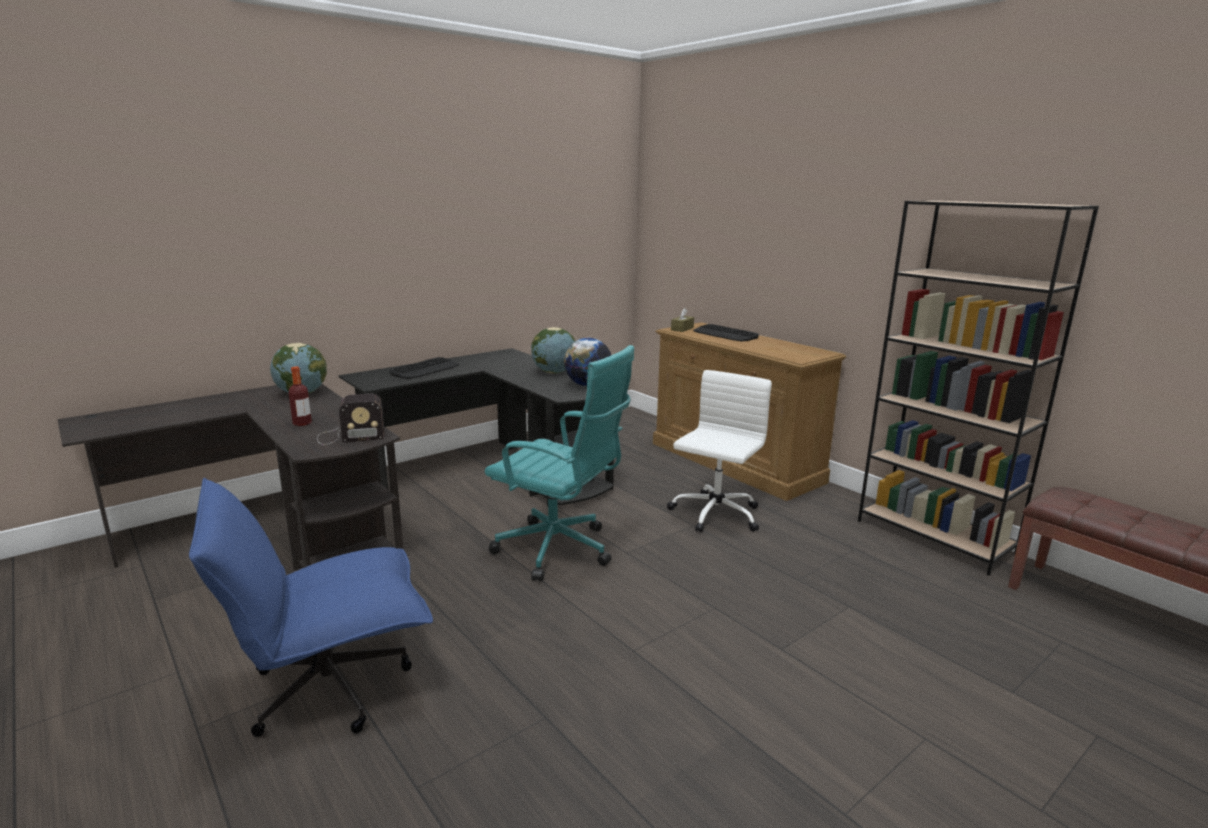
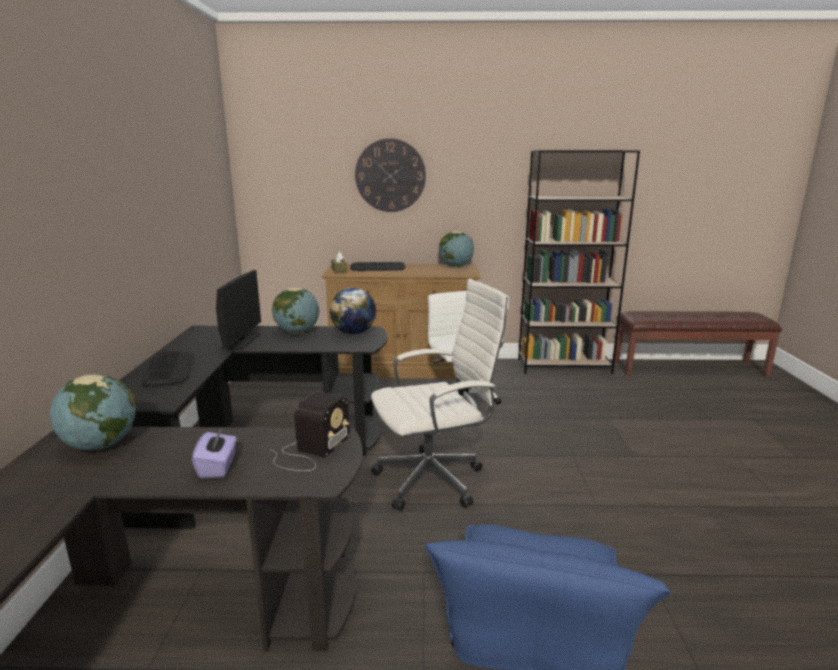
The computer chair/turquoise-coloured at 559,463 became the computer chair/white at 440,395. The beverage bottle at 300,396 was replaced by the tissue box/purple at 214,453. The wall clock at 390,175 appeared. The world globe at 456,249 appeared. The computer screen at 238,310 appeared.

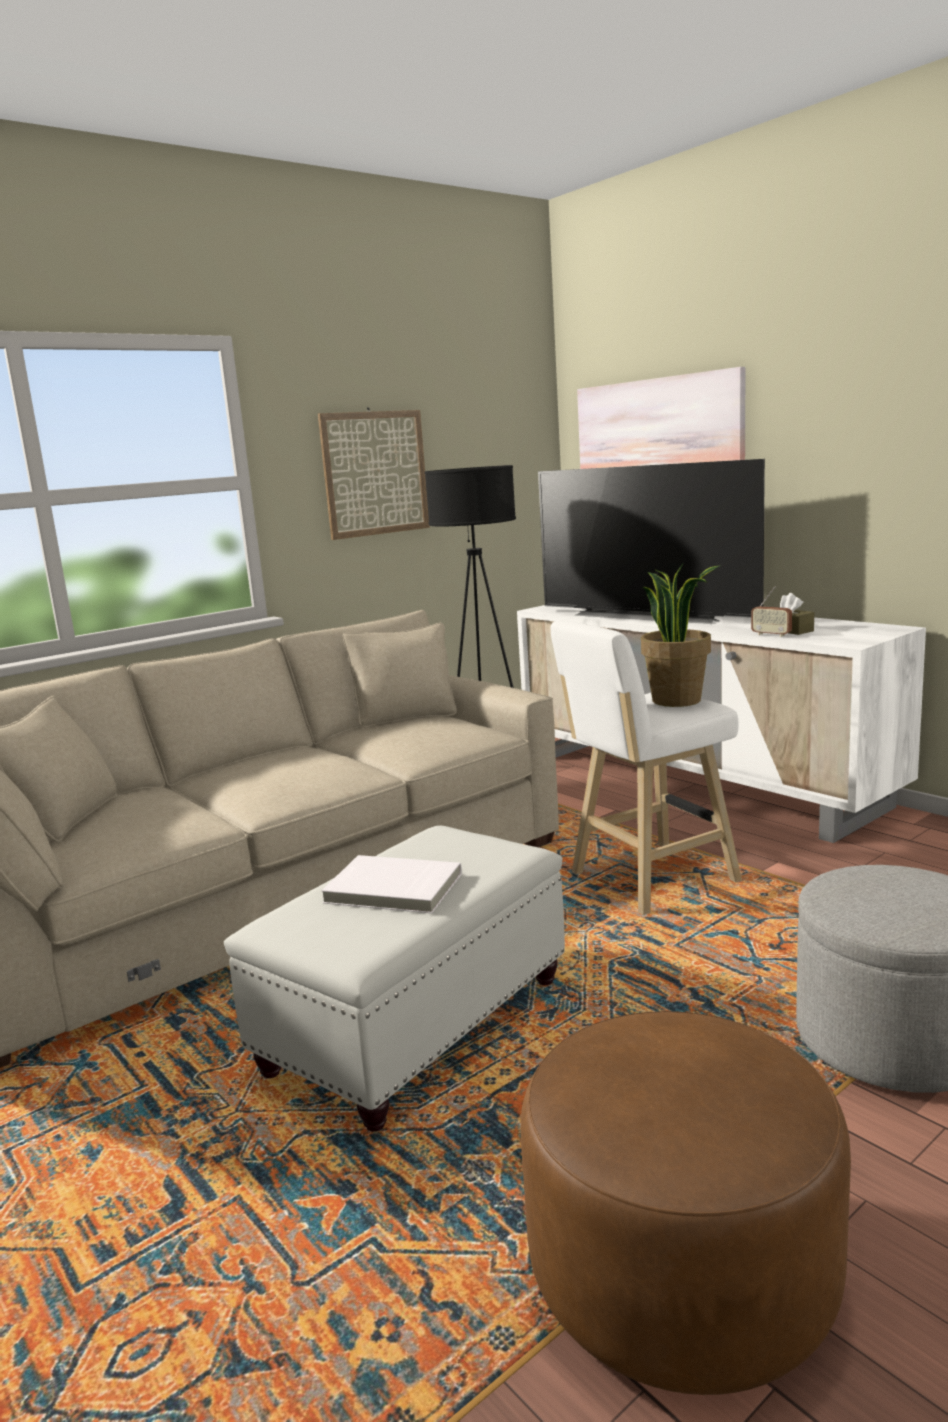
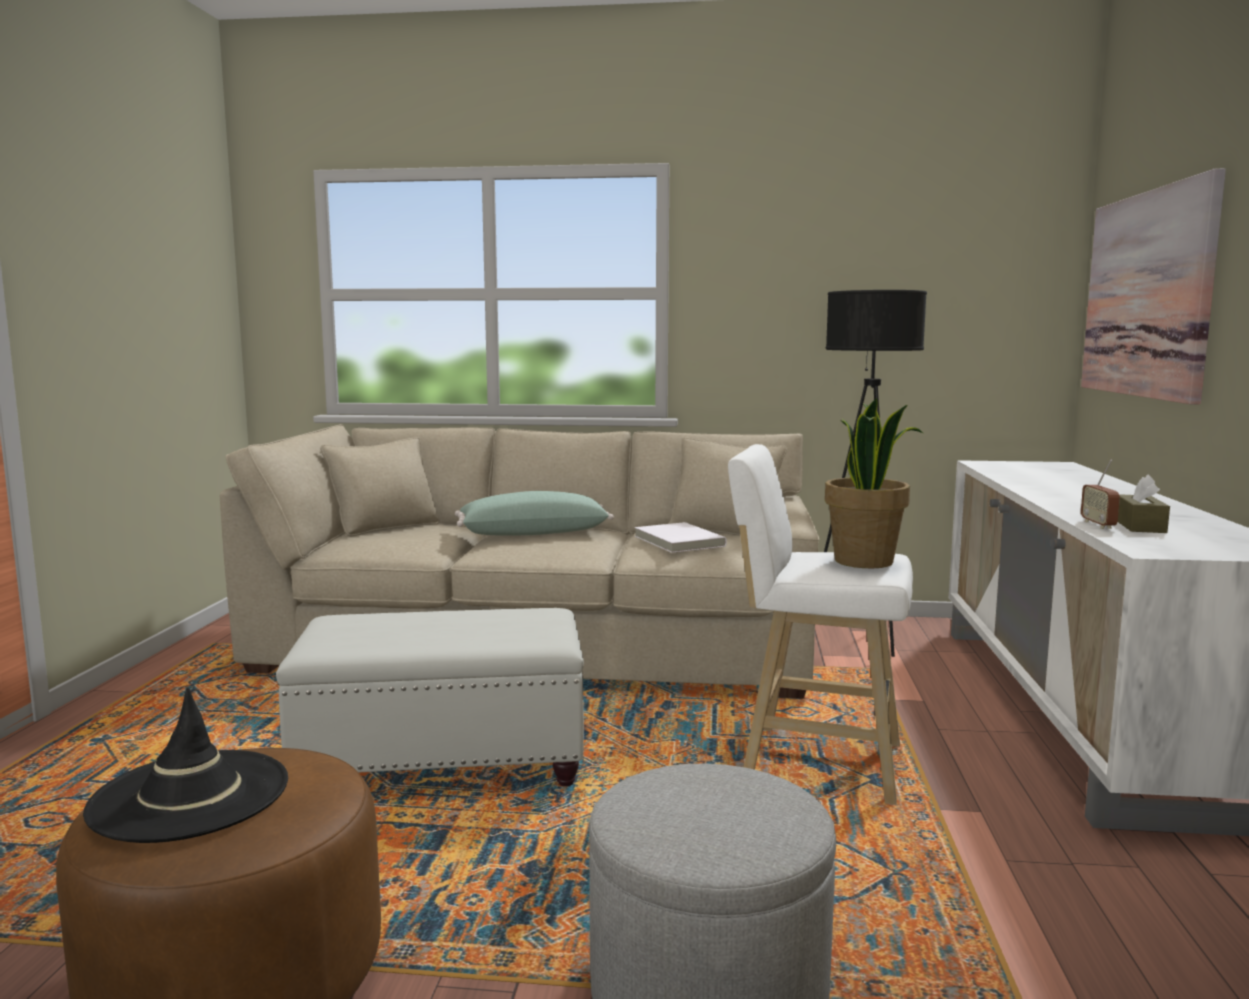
The wall art at 374,473 disappeared. The TV set at 651,541 disappeared. The bound book/white moved from 391,884 to 681,537. The cushion/green at 534,513 appeared. The clothing hat/blackish at 185,765 appeared.

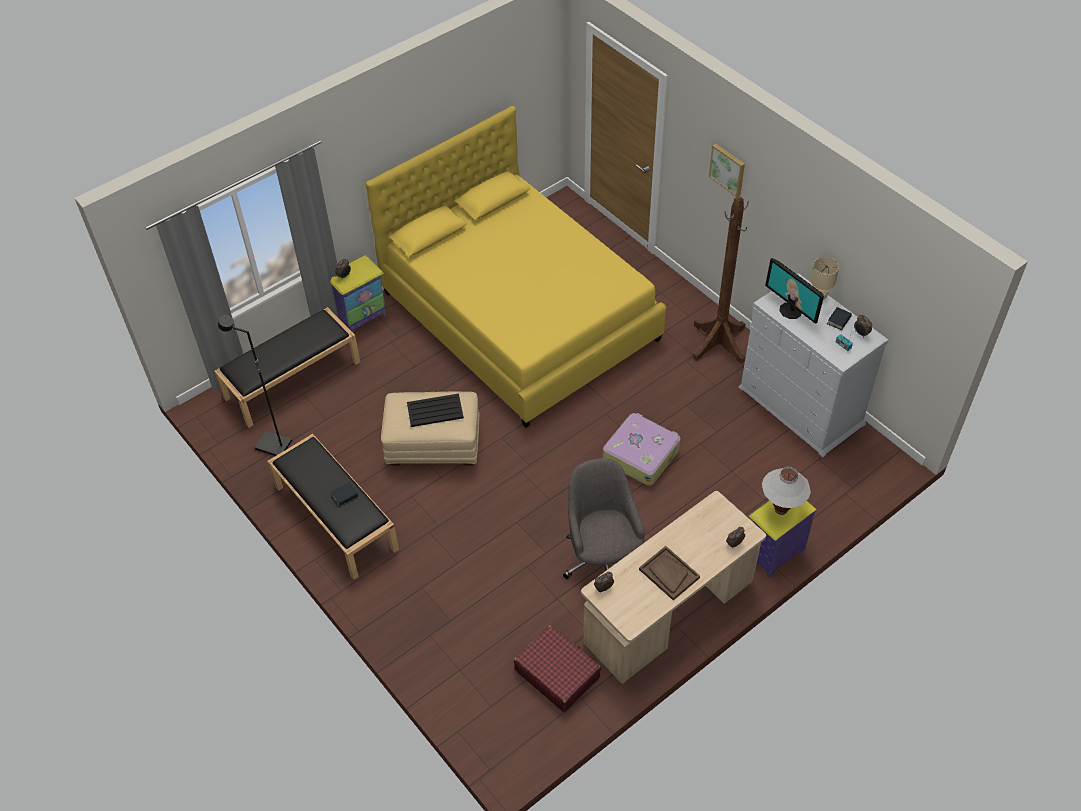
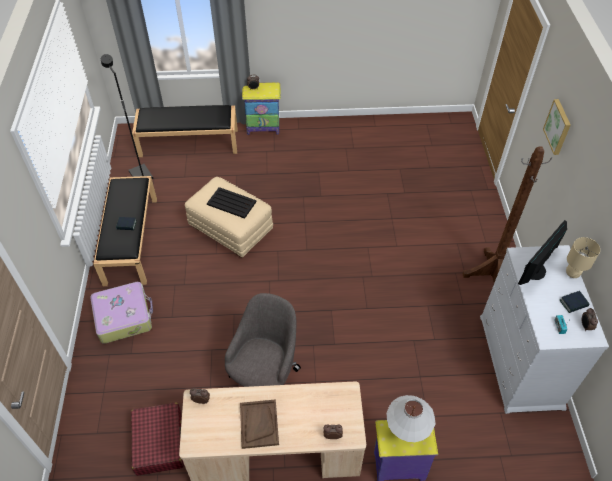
The bedroom bed/yellow at 516,267 disappeared. The computer screen at 794,291 turned 45 degrees clockwise. The travel case moved from 642,449 to 121,313.

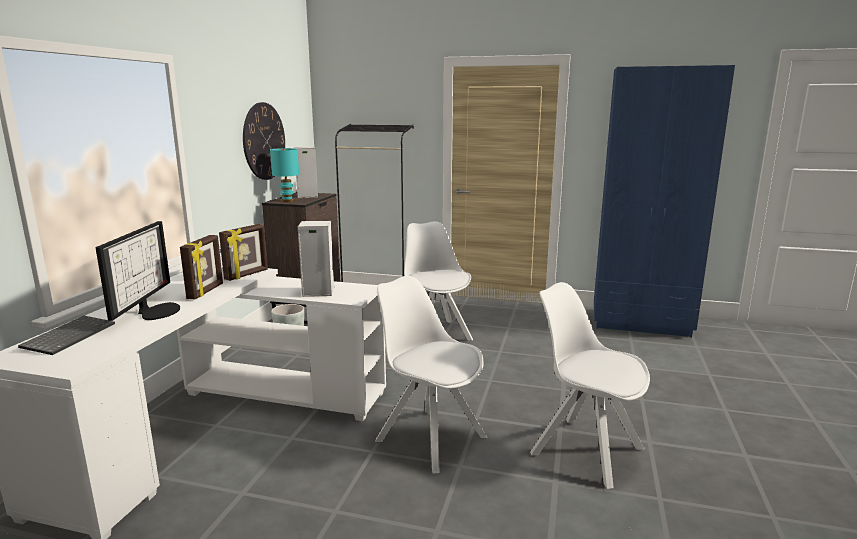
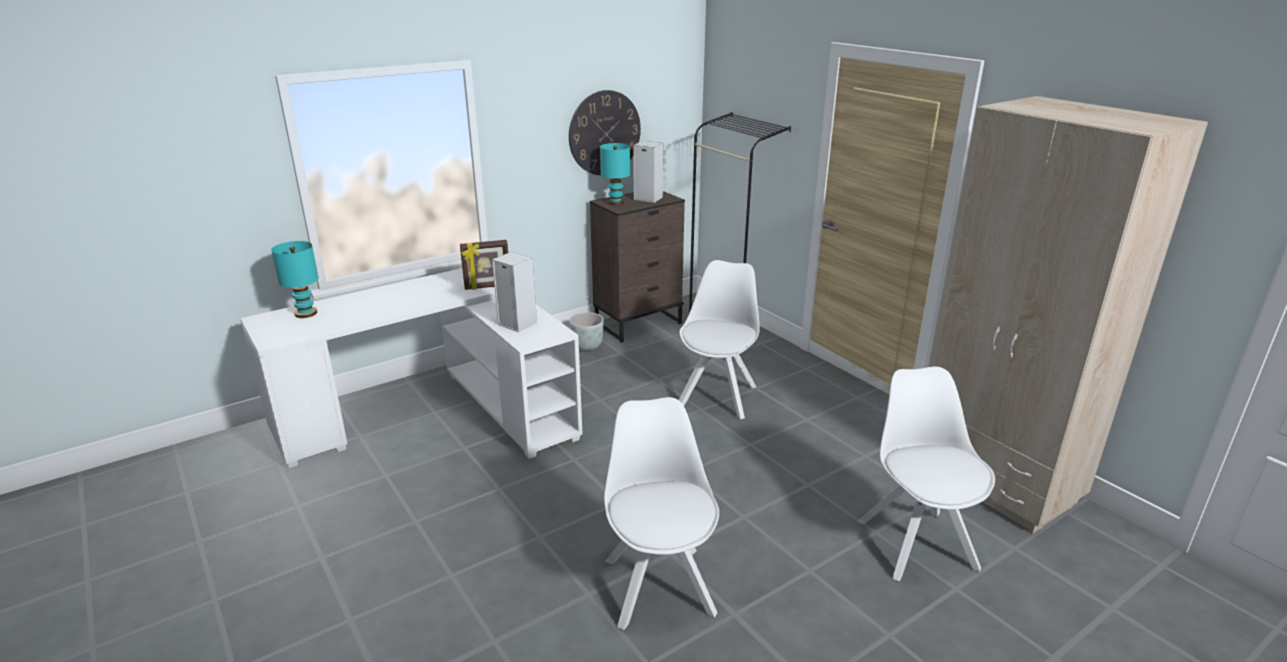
The clothes cupboard/blue-coloured at 664,201 became the clothes cupboard/beige at 1068,315. The computer screen at 138,271 disappeared. The photo frame at 201,267 disappeared. The upright chair/white moved from 431,375 to 926,474. The computer keyboard at 66,335 was replaced by the table lamp/turquoise-coloured at 295,279.

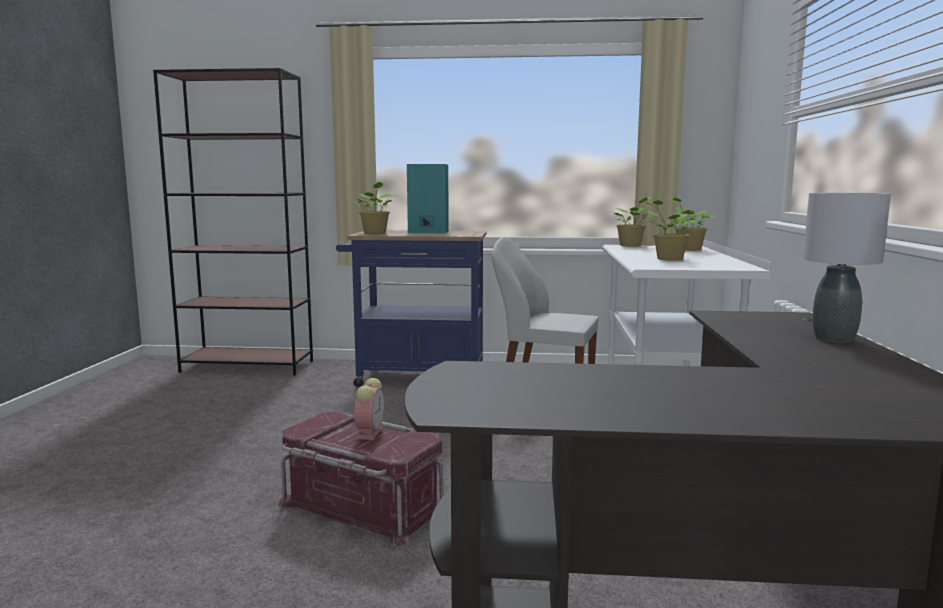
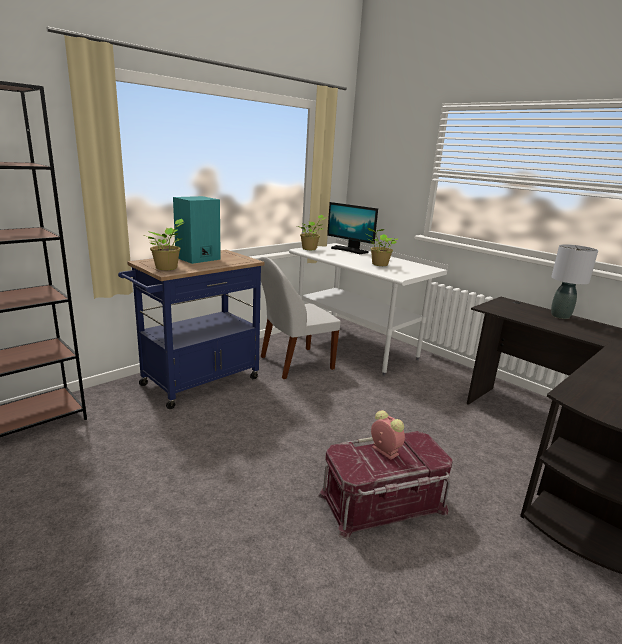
The plant in a pot at 692,224 was replaced by the computer screen at 352,228.

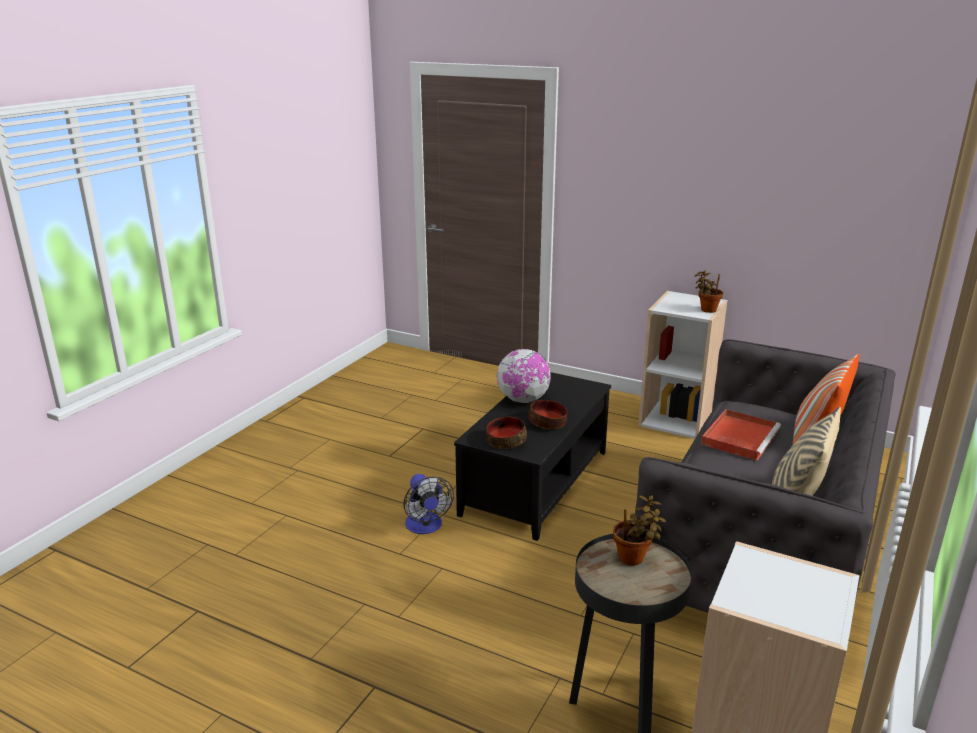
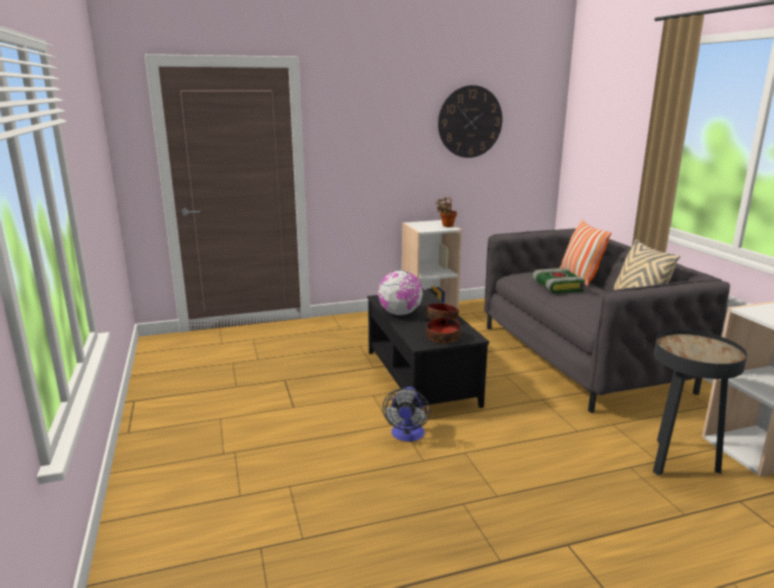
The carrying tray/red-coloured at 741,435 was replaced by the bound book at 558,280. The fan at 428,504 turned 75 degrees clockwise. The plant in a pot at 639,530 disappeared. The wall clock at 470,121 appeared.

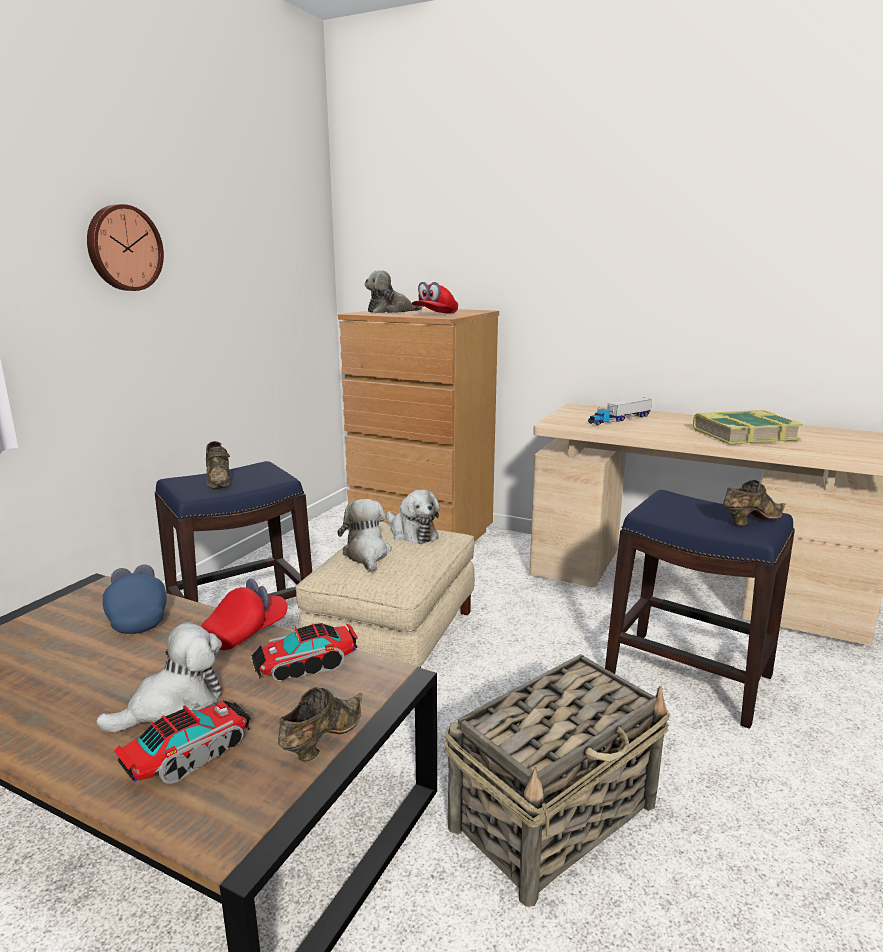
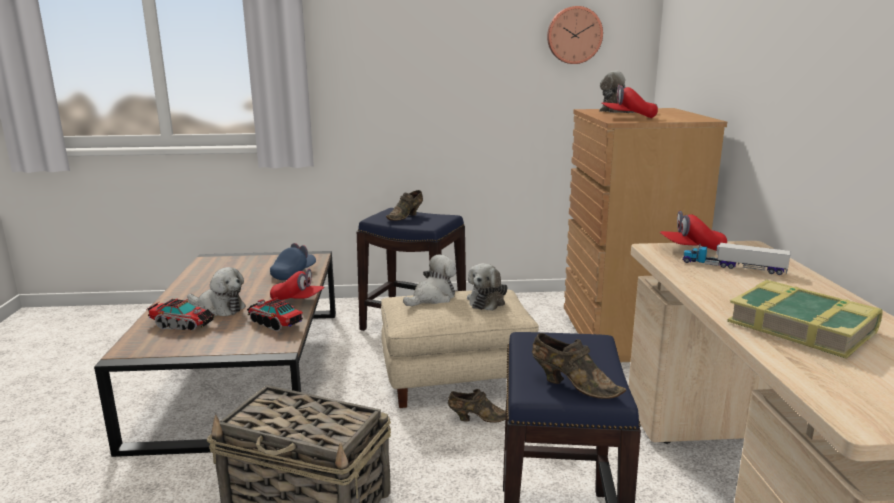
The wall clock moved from 125,247 to 575,35. The shoe/brown moved from 320,724 to 477,406. The peaked cap/red-coloured at 693,231 appeared.

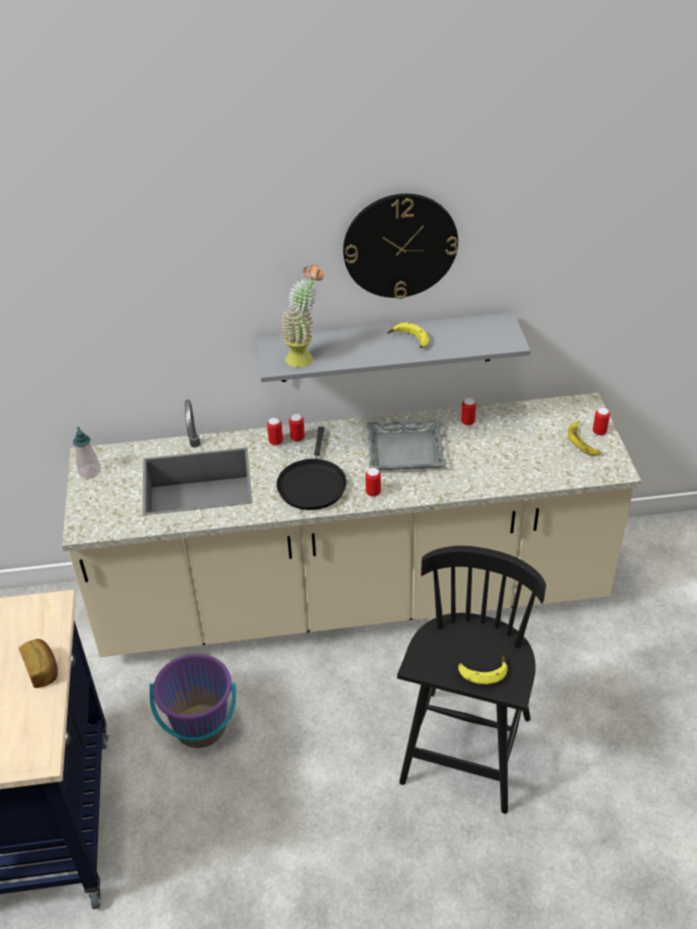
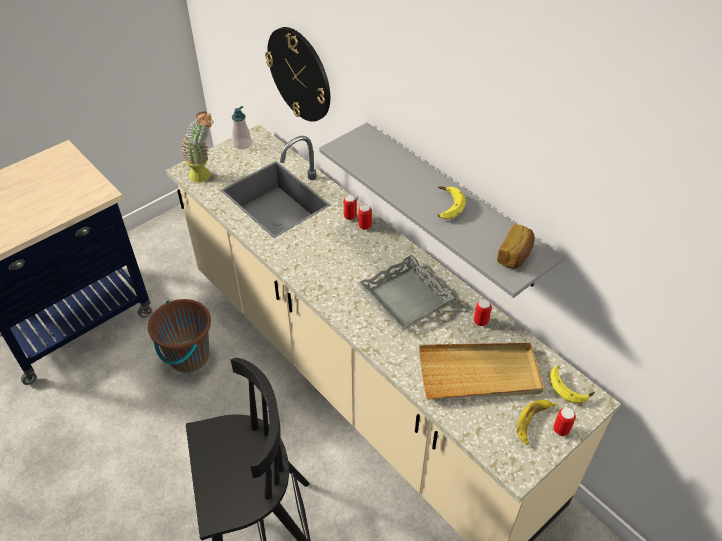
The wall clock moved from 400,246 to 297,74. The plant in a pot moved from 302,315 to 197,147. The frying pan/blackish at 311,468 disappeared. The can at 373,482 disappeared. The bread moved from 38,663 to 516,246. The water bucket/purple at 193,701 became the water bucket/brown at 179,335. The banana moved from 483,670 to 572,384. The carrying tray/beige at 481,371 appeared.

